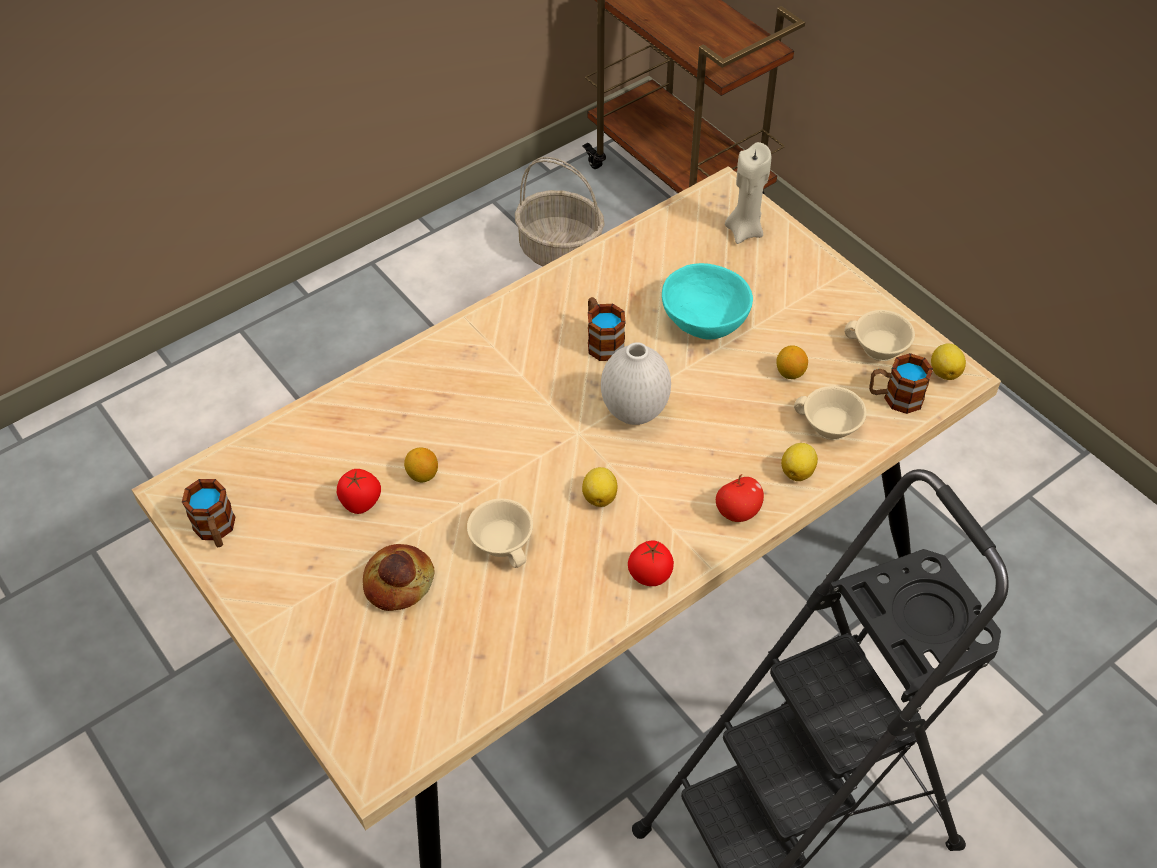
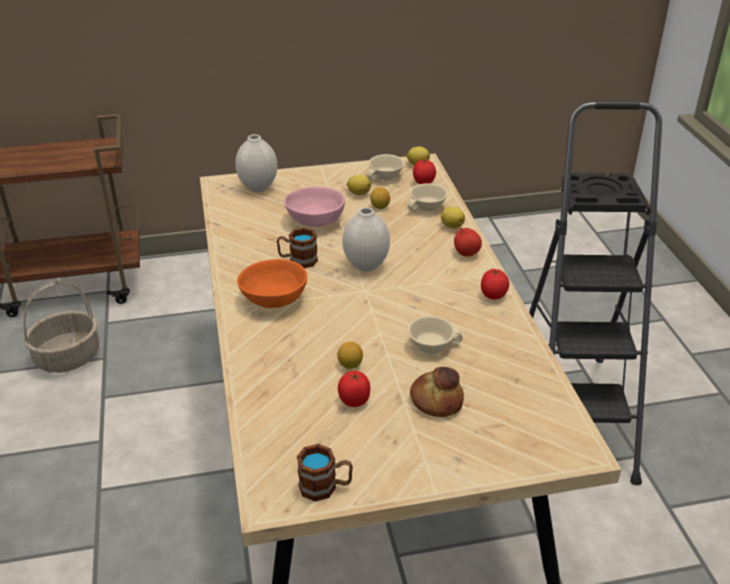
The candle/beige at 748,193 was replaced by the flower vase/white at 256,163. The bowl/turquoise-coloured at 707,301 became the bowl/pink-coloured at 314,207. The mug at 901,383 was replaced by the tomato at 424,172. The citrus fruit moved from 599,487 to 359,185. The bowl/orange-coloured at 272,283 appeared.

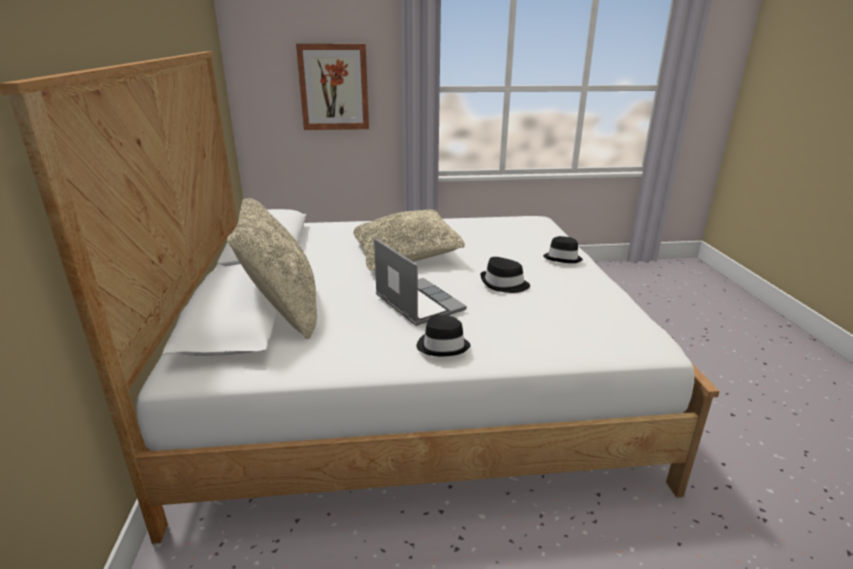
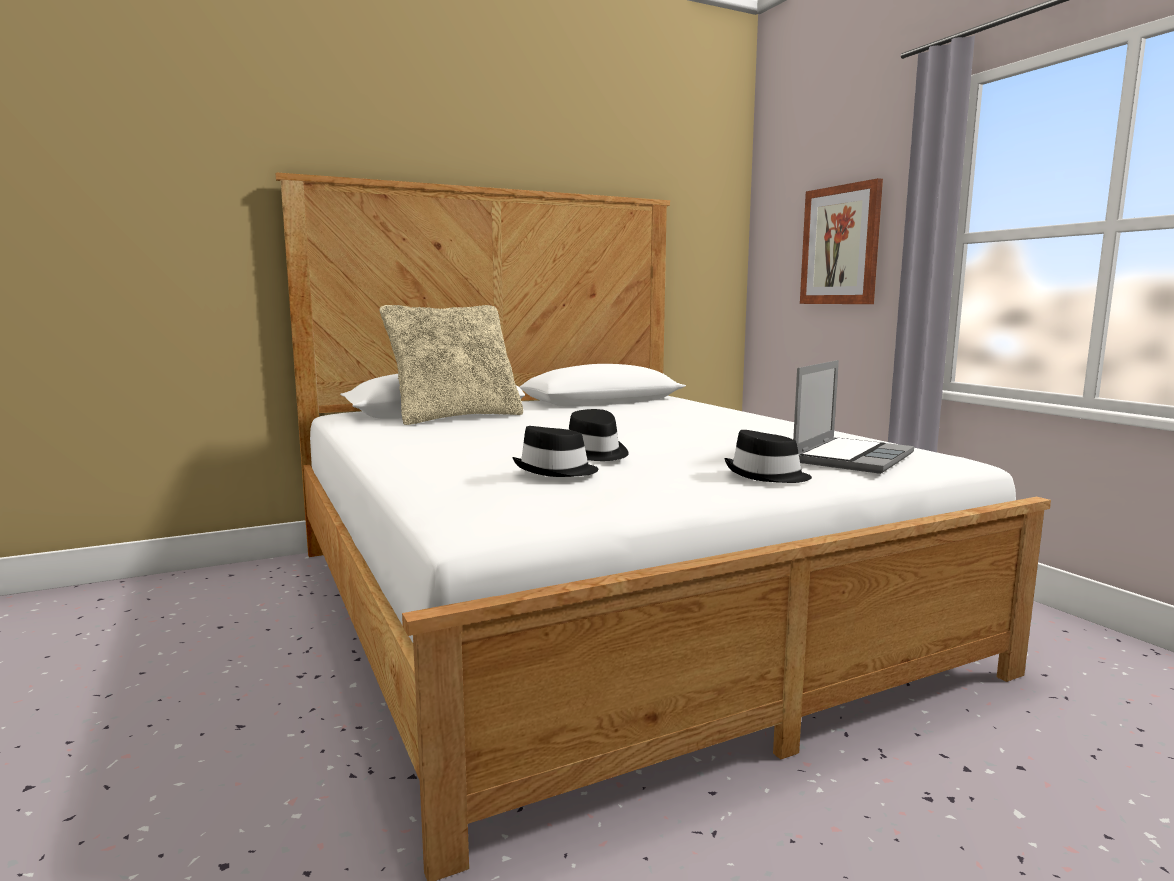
The cushion/beige at 409,239 disappeared. The portable computer moved from 420,282 to 853,417. The clothing hat/blackish moved from 444,335 to 555,451.

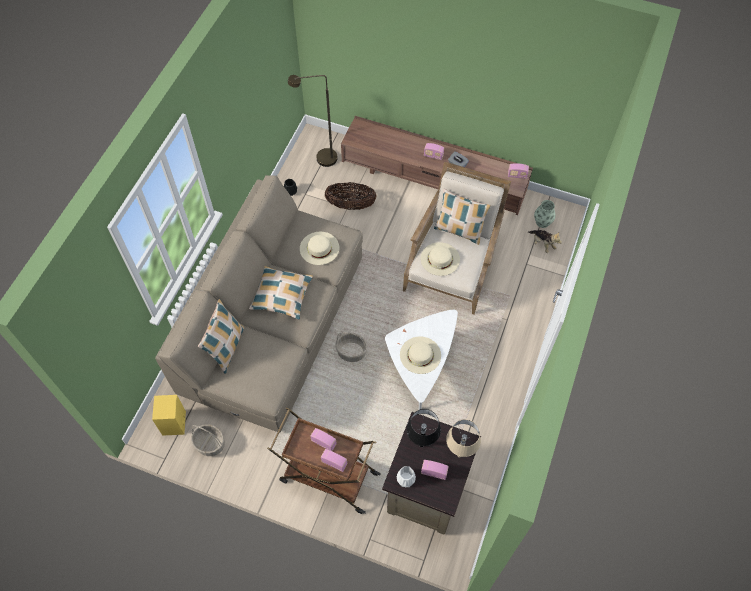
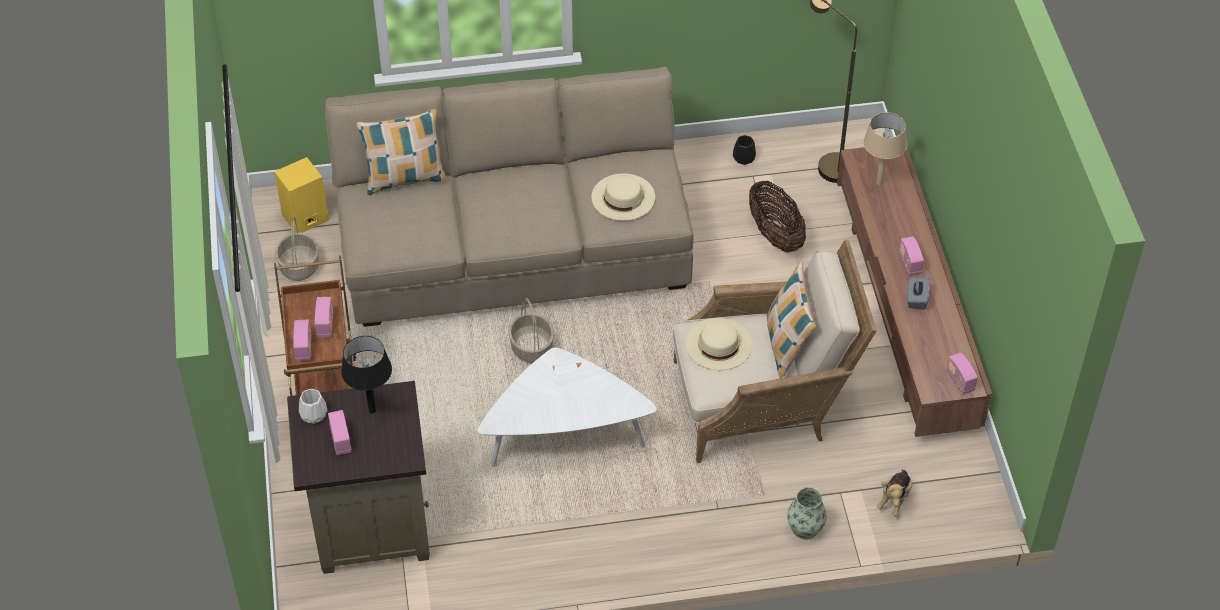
The flower vase moved from 544,214 to 807,513. The cushion at 281,293 disappeared. The clothing hat/beige at 420,355 disappeared. The table lamp/beige moved from 463,438 to 885,148.

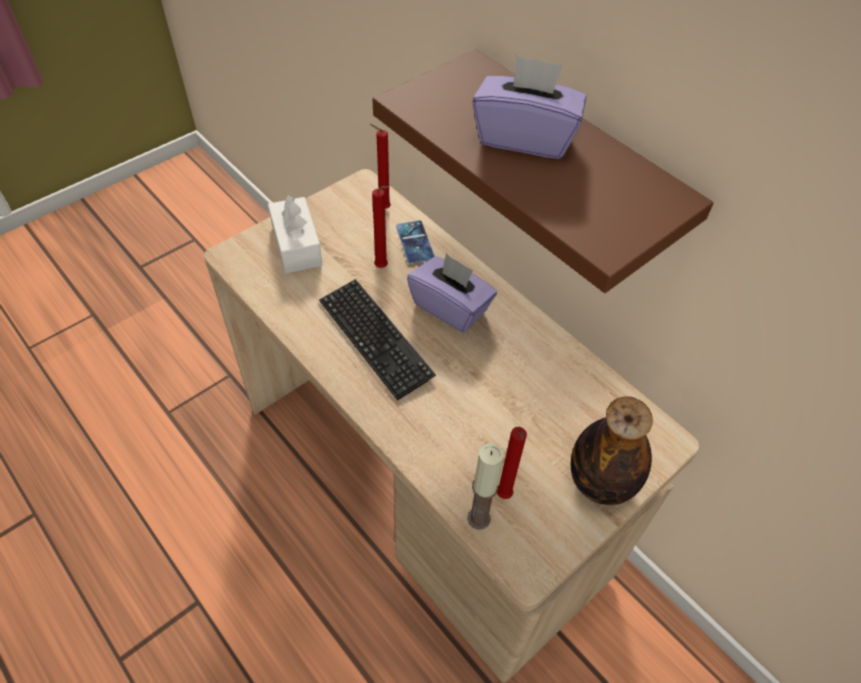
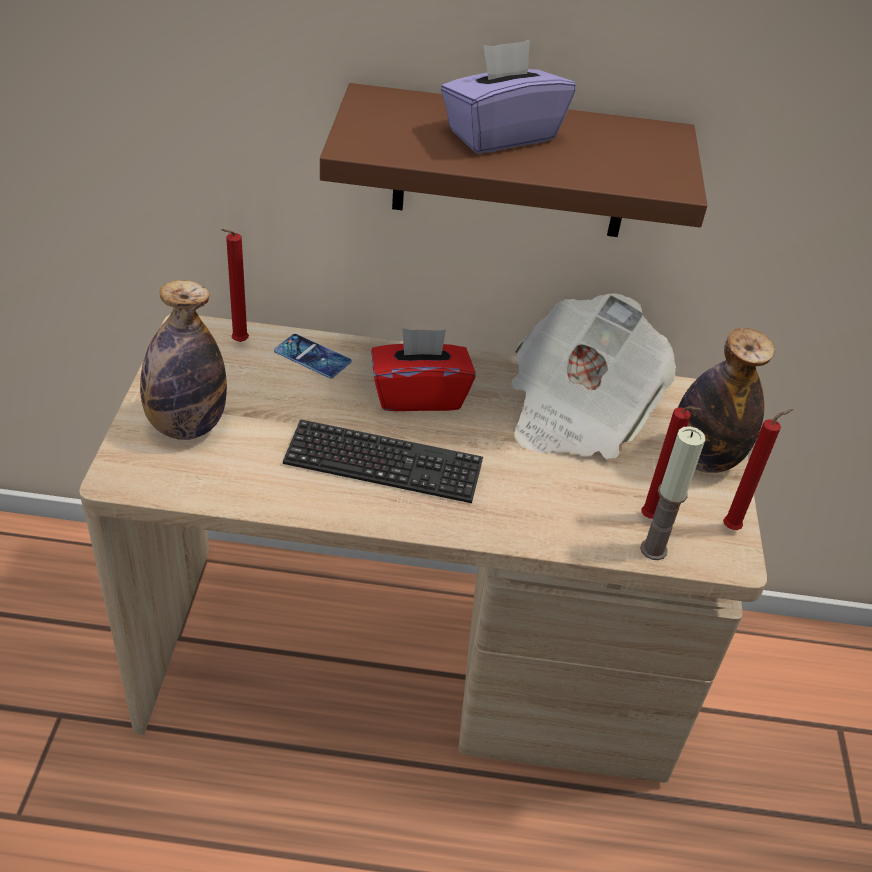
The candle/red-coloured moved from 380,227 to 758,469. The tissue box/white at 295,234 was replaced by the beverage bottle at 183,360. The tissue box/purple at 452,293 became the tissue box/red-coloured at 423,369. The newspaper at 593,376 appeared.

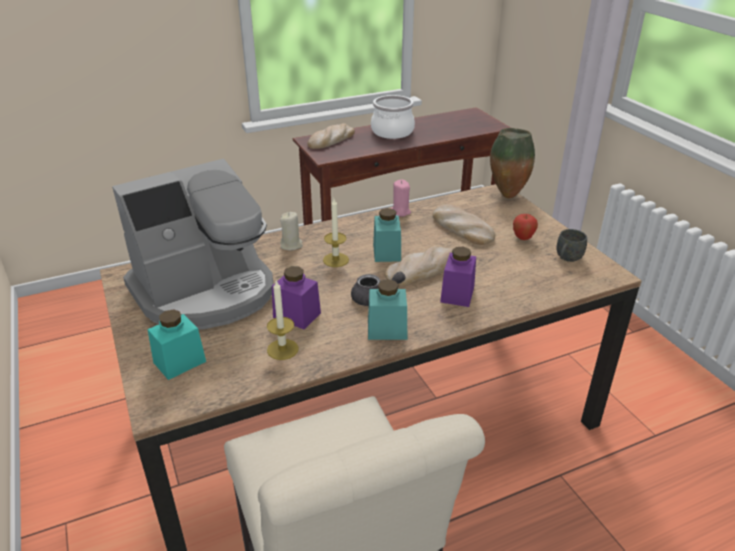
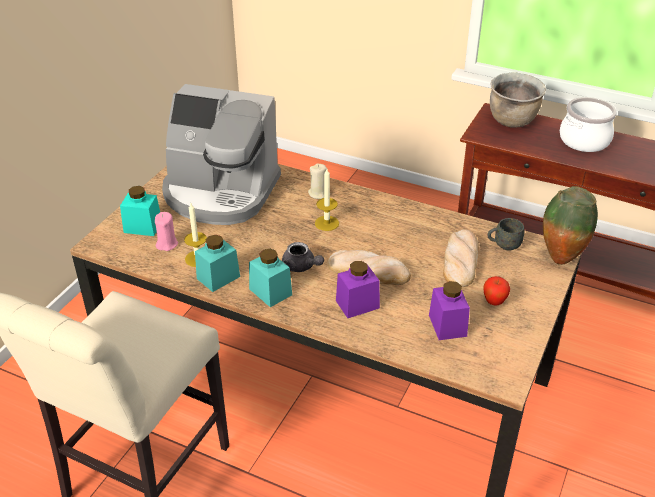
The bread at 331,136 was replaced by the stockpot/brown at 518,100. The candle/pink-coloured moved from 400,198 to 166,231. The jar/turquoise-coloured moved from 387,235 to 217,263. The mug/greyish moved from 571,245 to 506,234. The jar/purple moved from 296,297 to 449,310.

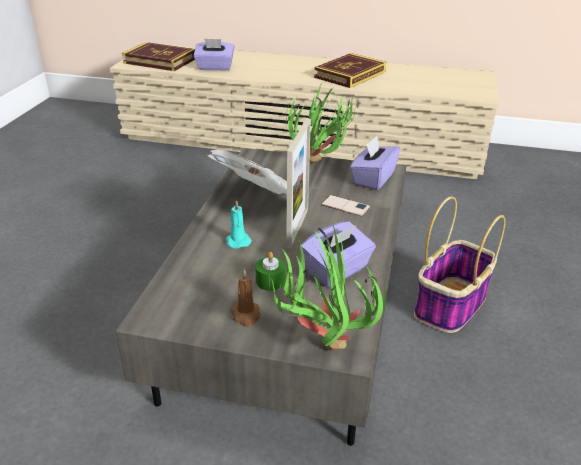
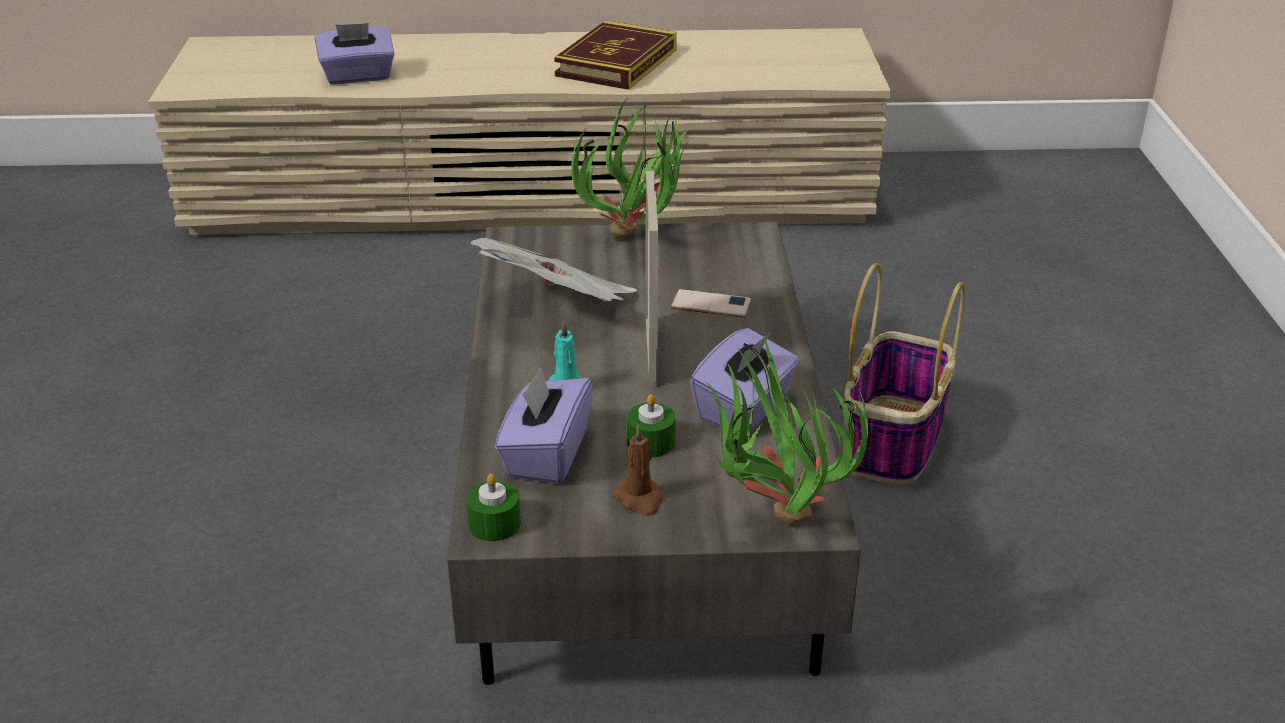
The bound book at 158,56 disappeared. The tissue box/purple moved from 375,163 to 544,425. The candle/green at 493,507 appeared.

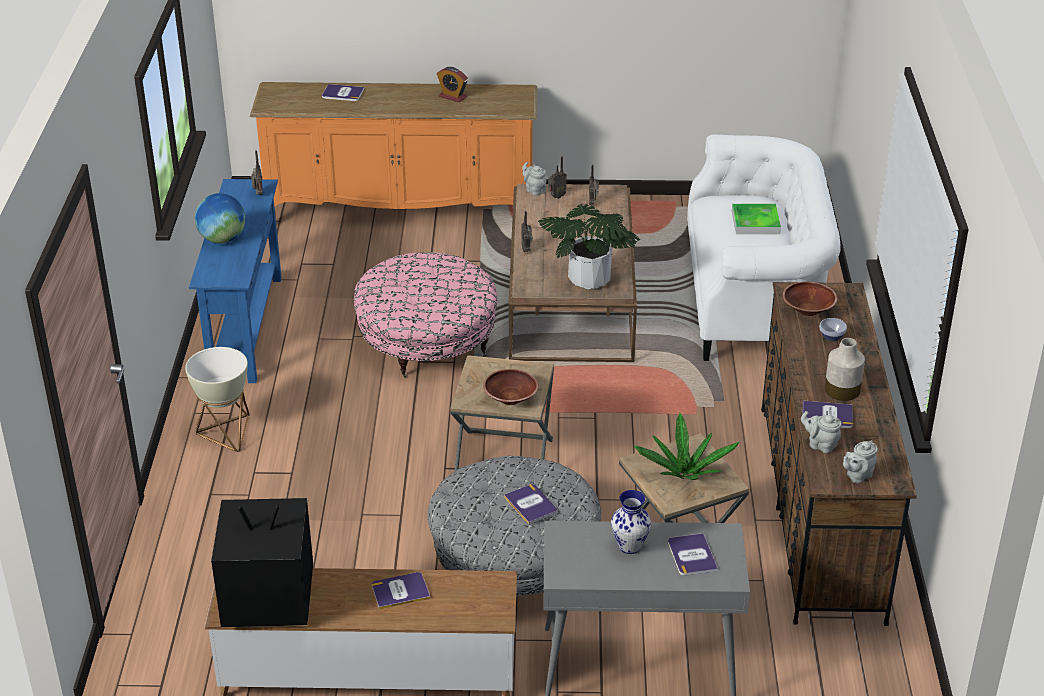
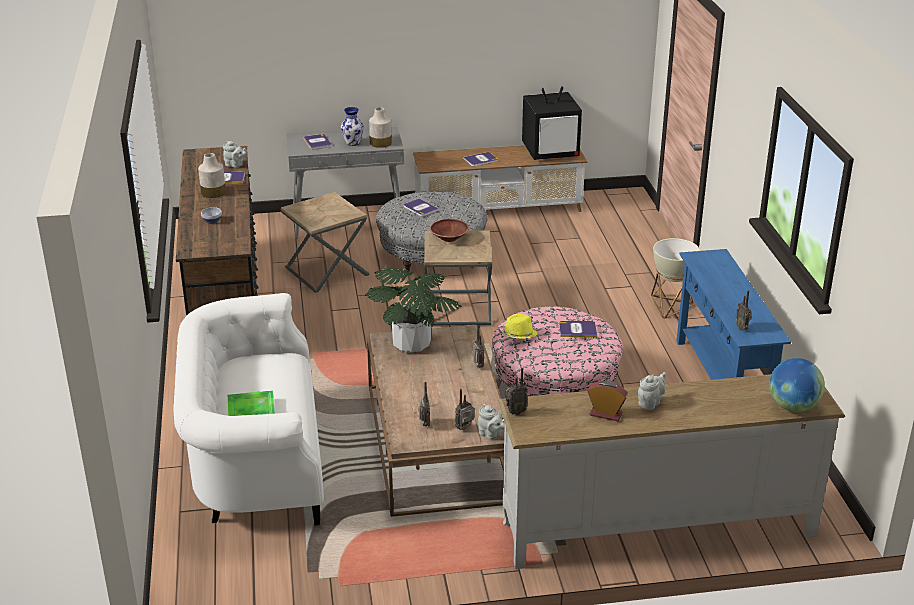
The storage cabinet/orange-coloured at 394,149 became the storage cabinet/greyish at 671,471. The bound book moved from 343,92 to 578,329. The world globe moved from 220,218 to 797,385. The bowl/brown at 810,299 disappeared. The plant in a pot at 686,446 disappeared. The pot for tea/greyish moved from 860,461 to 652,391. The flower vase/beige at 380,127 appeared. The clothing hat/yellow at 519,326 appeared. The radio at 516,391 appeared.

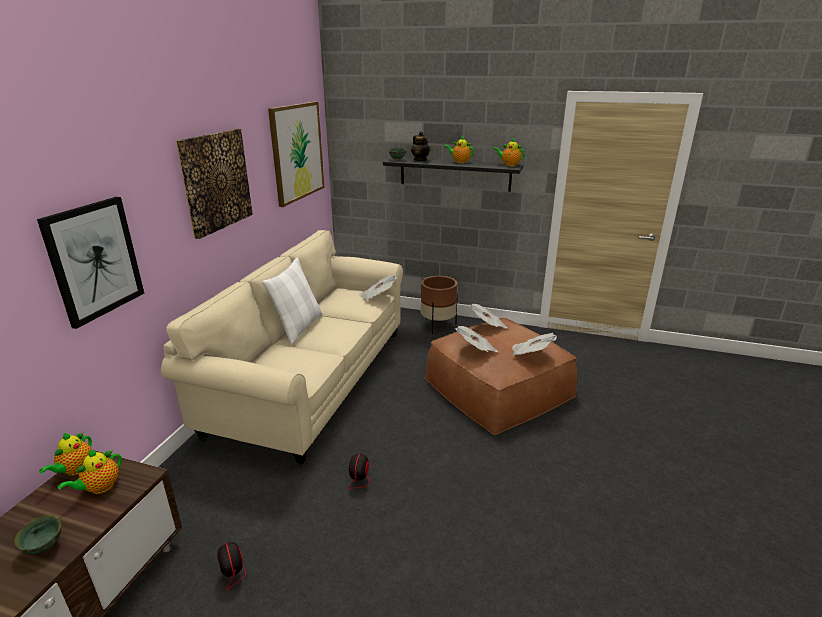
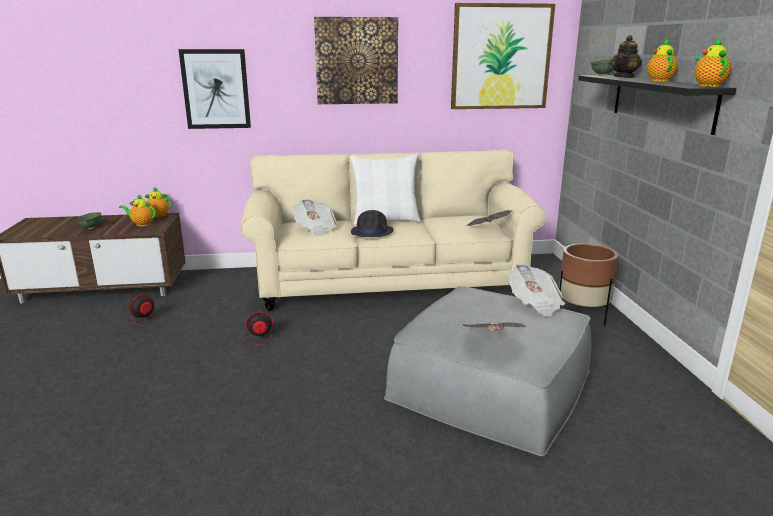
The footrest/brown at 501,376 became the footrest/greyish at 488,371. The newspaper moved from 476,339 to 315,217. The clothing hat/blackish at 372,223 appeared.

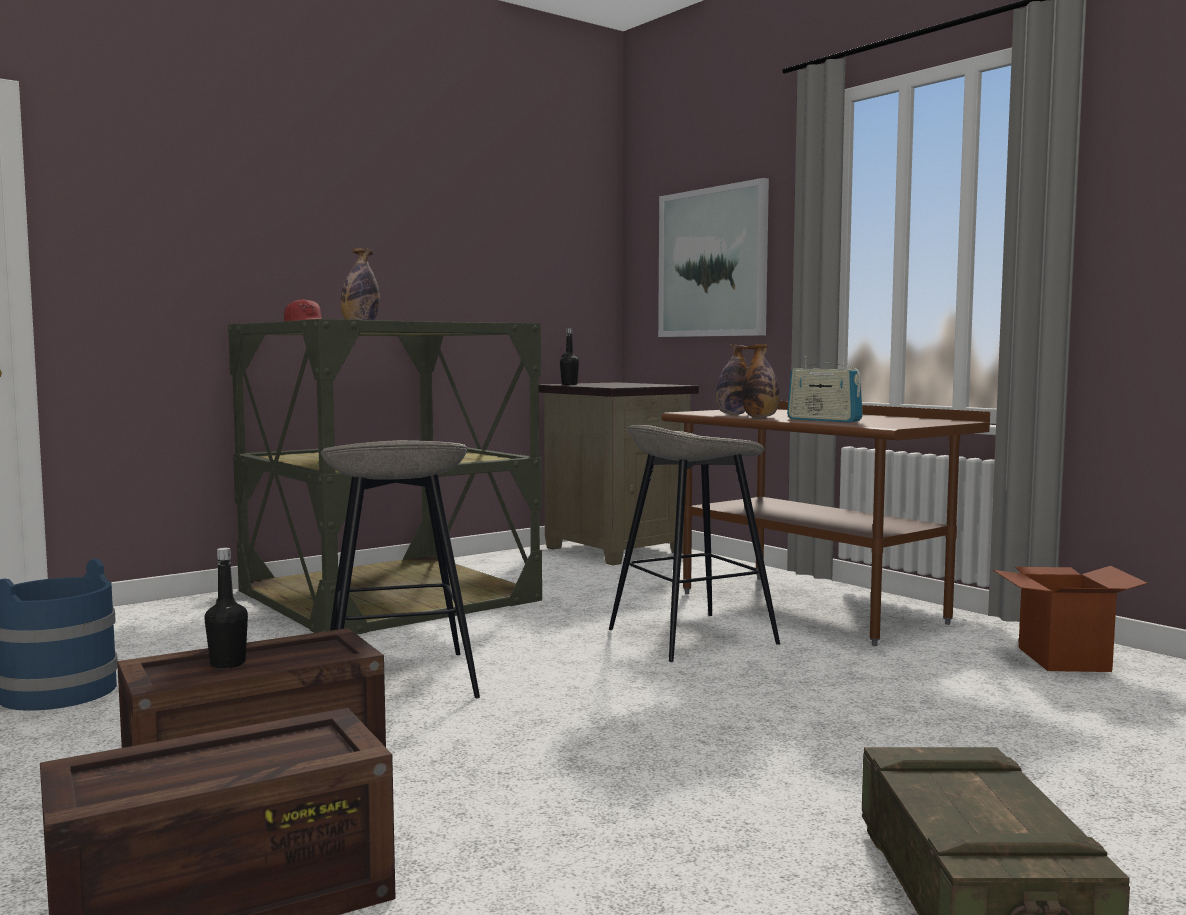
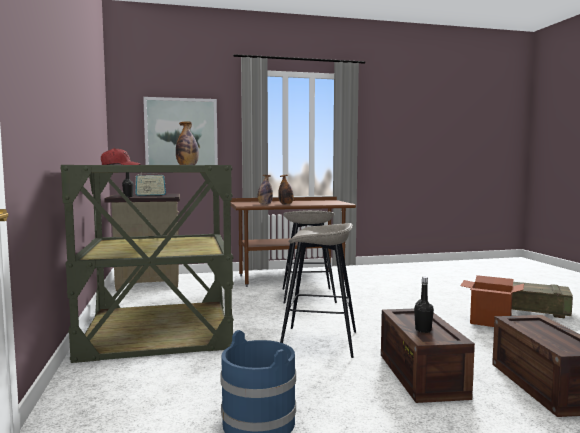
The radio moved from 825,389 to 150,184. The packing box moved from 1070,619 to 492,301.

